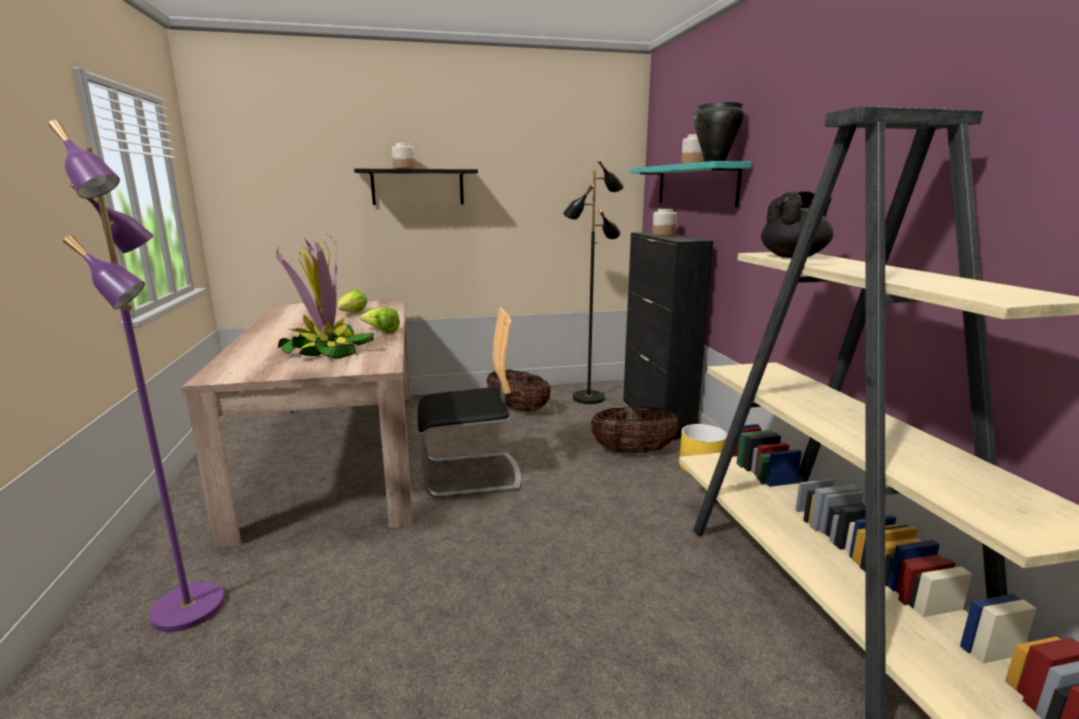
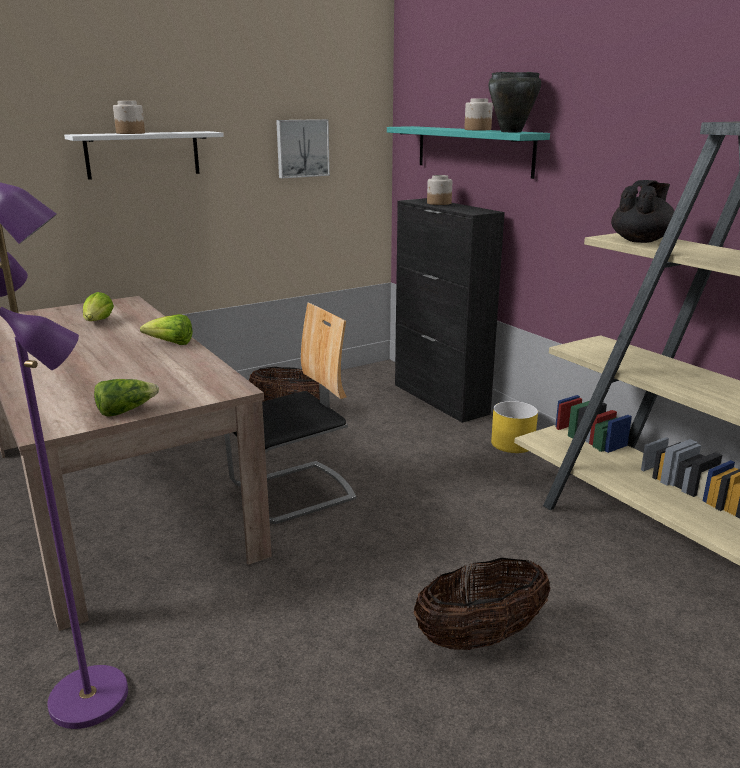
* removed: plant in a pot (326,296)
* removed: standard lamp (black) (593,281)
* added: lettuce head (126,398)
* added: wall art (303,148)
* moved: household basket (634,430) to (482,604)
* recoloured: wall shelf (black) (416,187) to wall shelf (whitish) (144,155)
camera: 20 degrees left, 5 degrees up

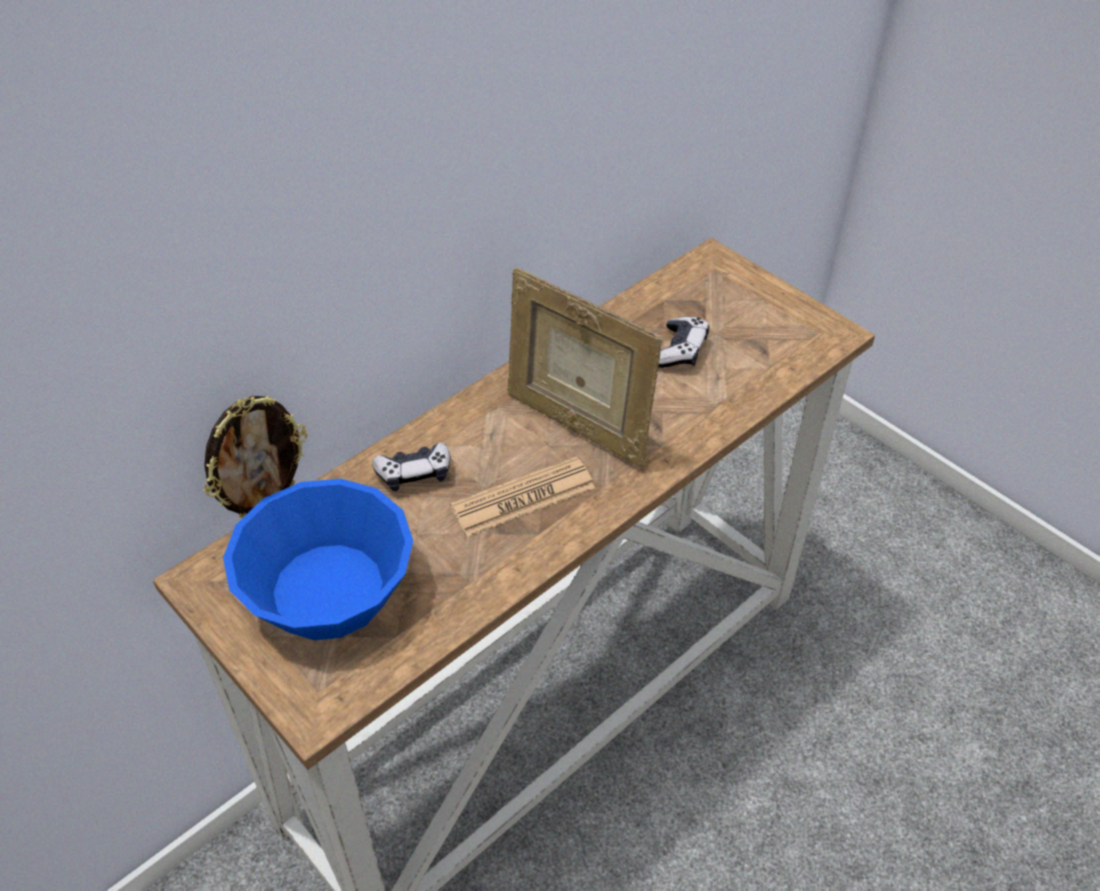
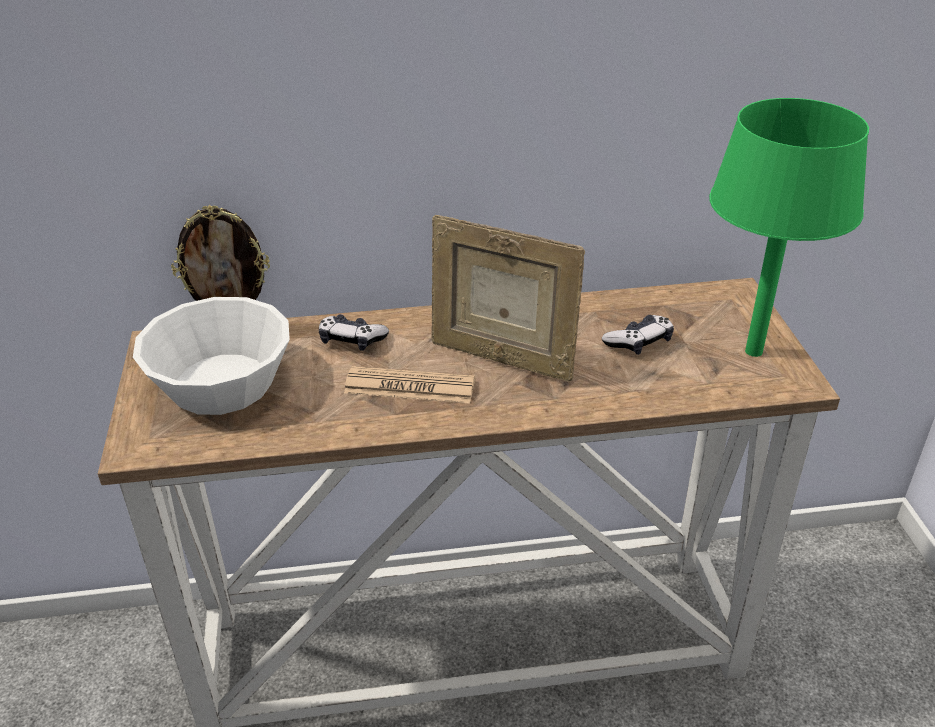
* added: tabletop lamp (green-coloured) (789,227)
* recoloured: bowl (blue) (318,559) to bowl (whitish) (211,356)
* turned: picture frame (585,366) = (508,298) 45 degrees counterclockwise
camera: 35 degrees right, 10 degrees down

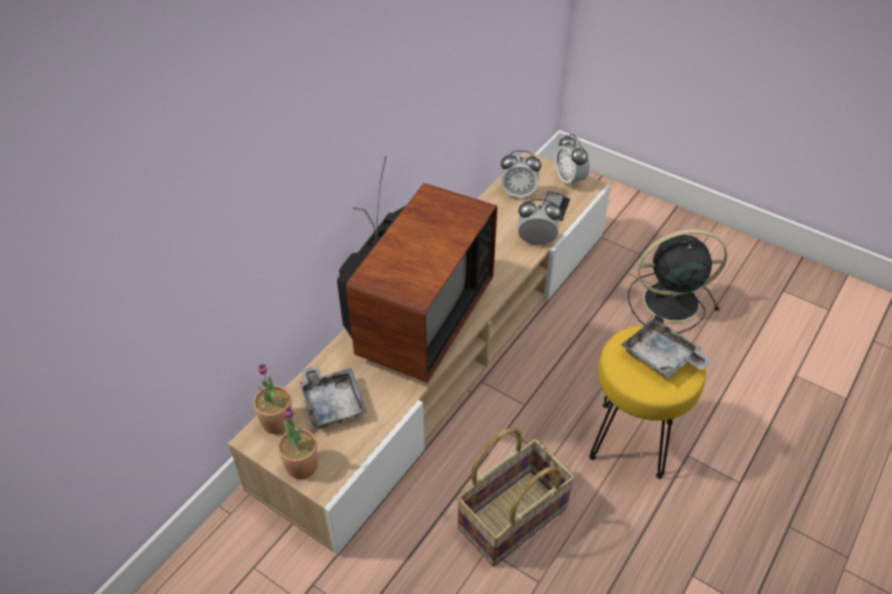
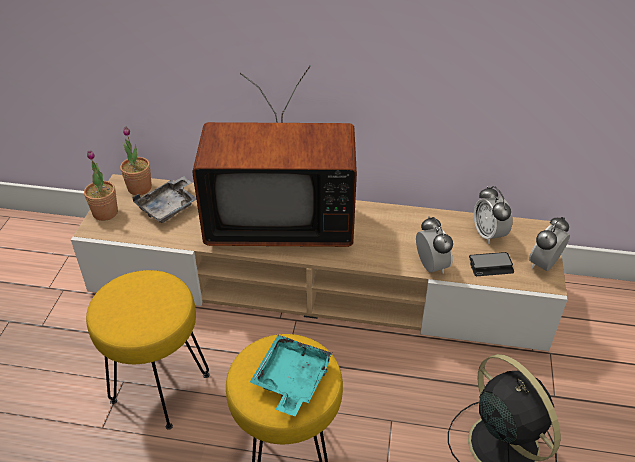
* replaced: household basket (515,497) to sitting stool (yellow) (148,350)
* recoloured: carrying tray (grey) (666,346) to carrying tray (turquoise-coloured) (291,375)
camera: 65 degrees right, 5 degrees down

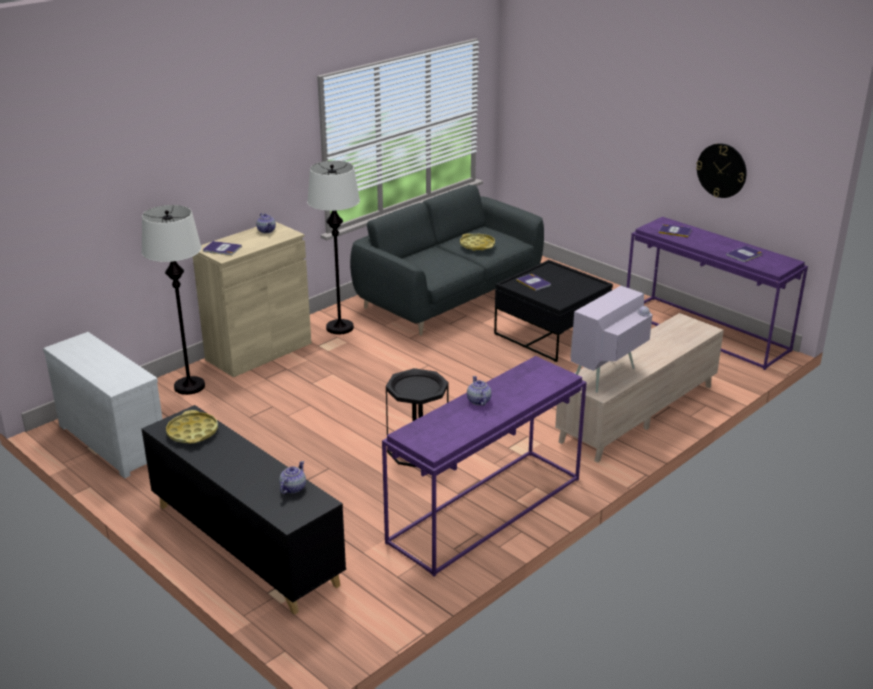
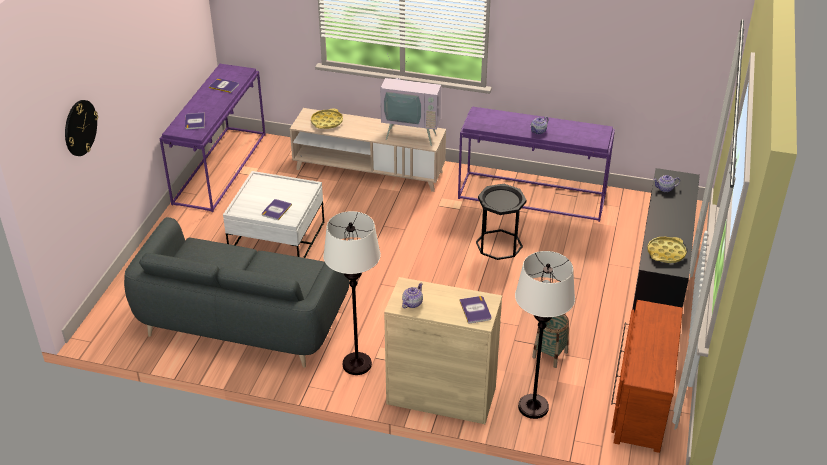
* added: household basket (550,341)
* moved: carrying tray (yellow) (477,242) to (327,118)
* moved: clock on the wall (721,170) to (81,128)
* recoloured: chest of drawers (whitish) (103,405) to chest of drawers (brown-coloured) (647,376)
* recoloured: lounge table (black) (553,311) to lounge table (whitish) (273,214)
camera: 120 degrees left, 10 degrees up

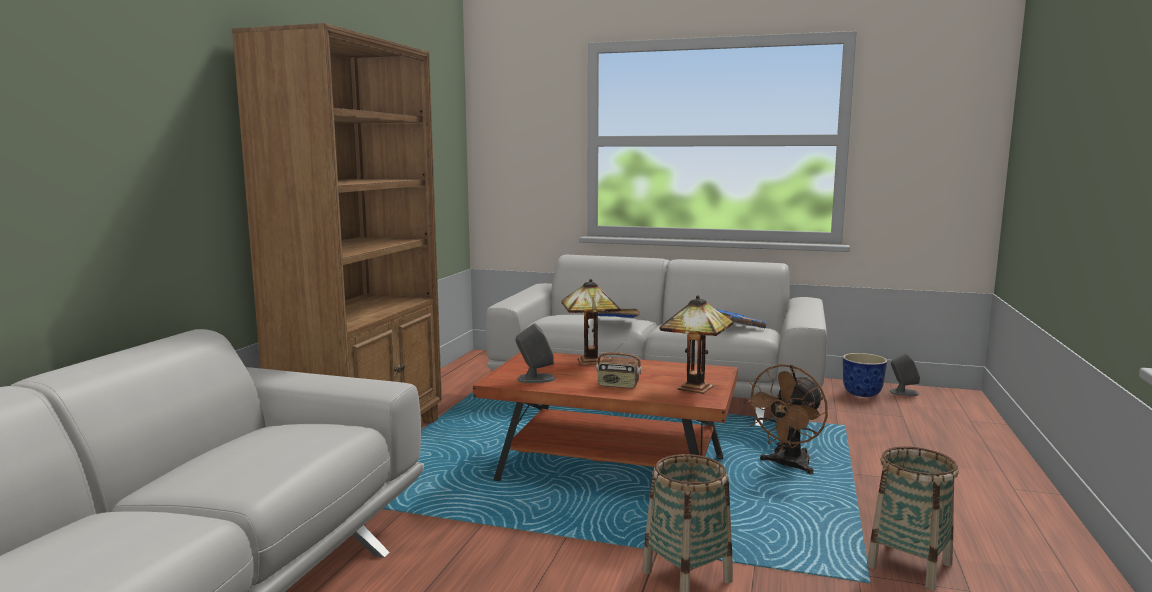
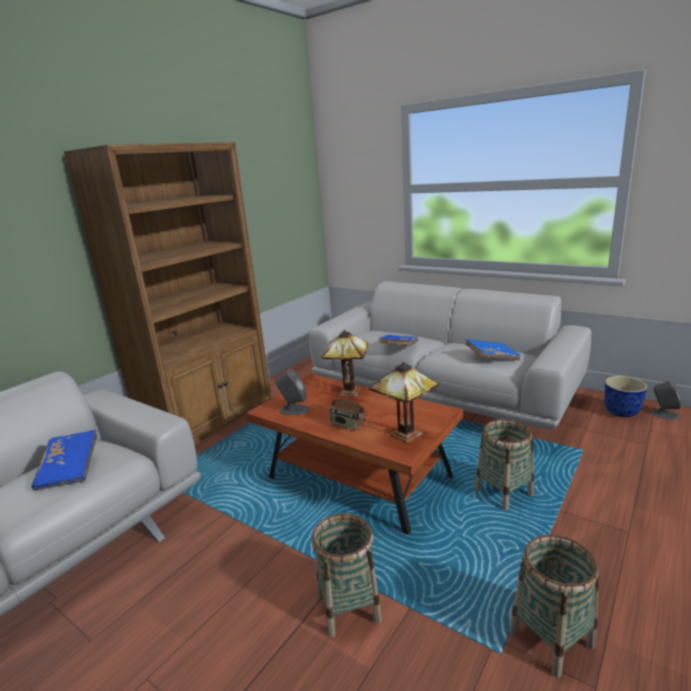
* added: book (blue) (64,460)
* replaced: fan (brown-coloured) (785,419) to household basket (504,465)
camera: 20 degrees right, 10 degrees up

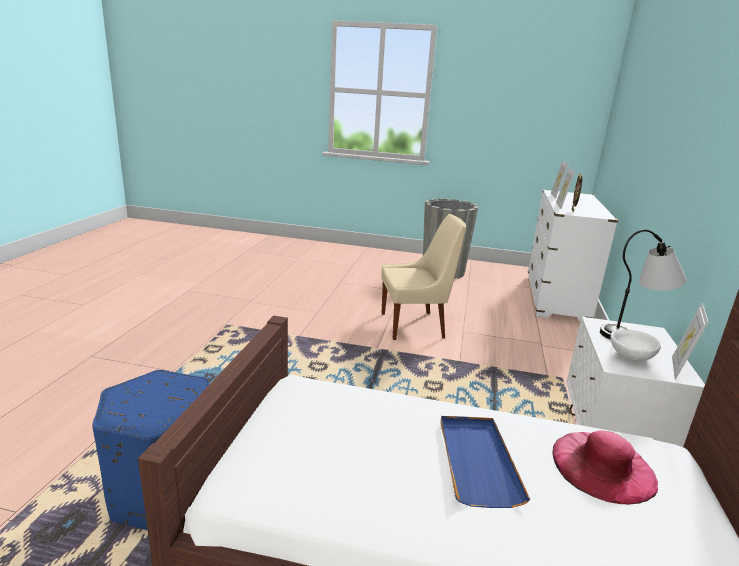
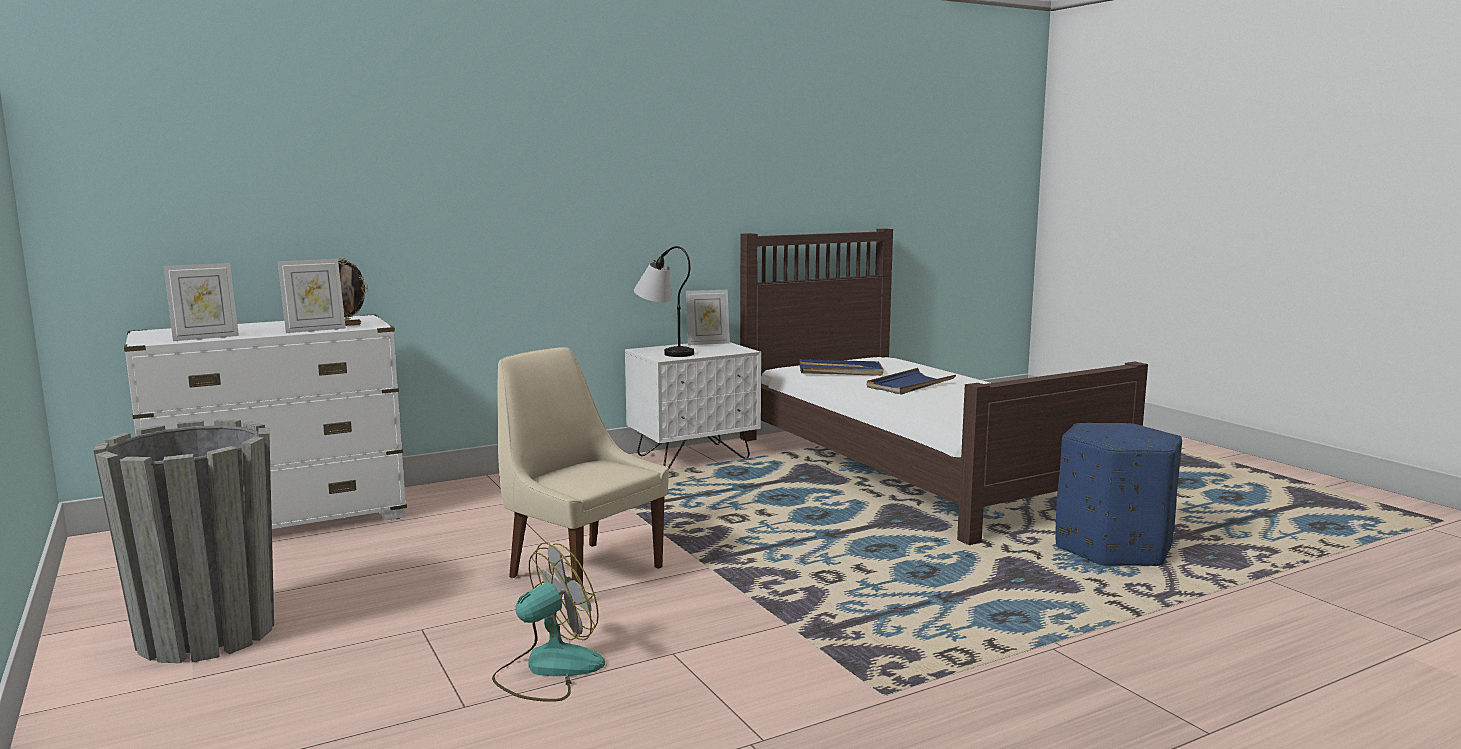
* removed: bowl (whitish) (635,345)
* added: fan (548,622)
* replaced: wearable hat (pink-coloured) (605,467) to carrying tray (blue) (841,367)
camera: 130 degrees left, 10 degrees down

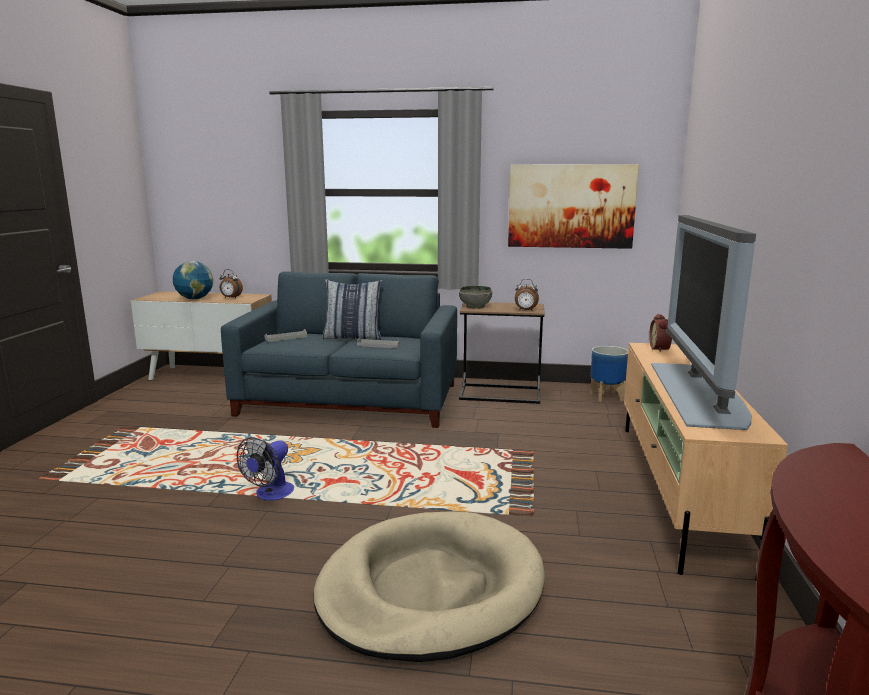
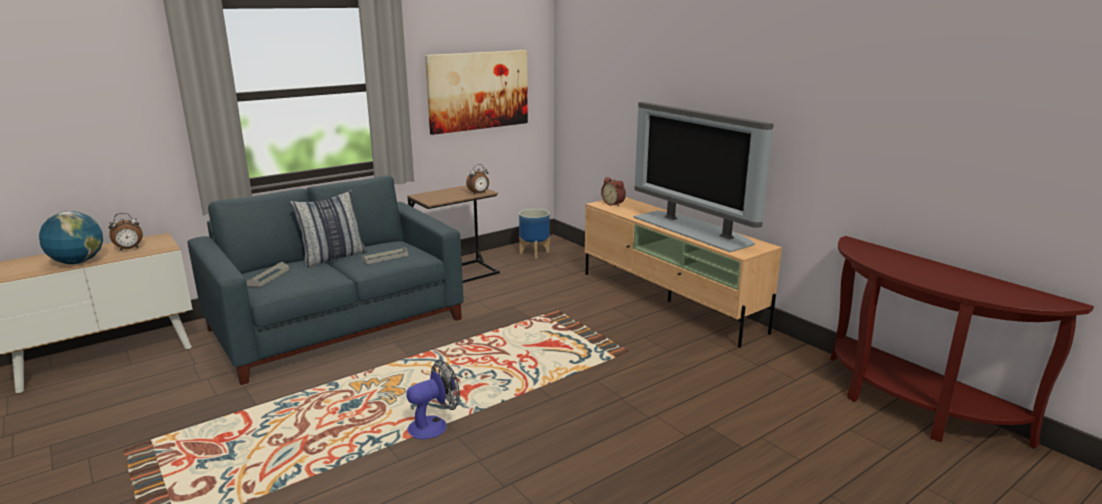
* removed: pet bed (sand-coloured) (429,587)
* removed: bowl (grey) (475,297)
* turned: fan (265,469) = (433,399) 105 degrees counterclockwise
camera: 45 degrees left, 5 degrees up

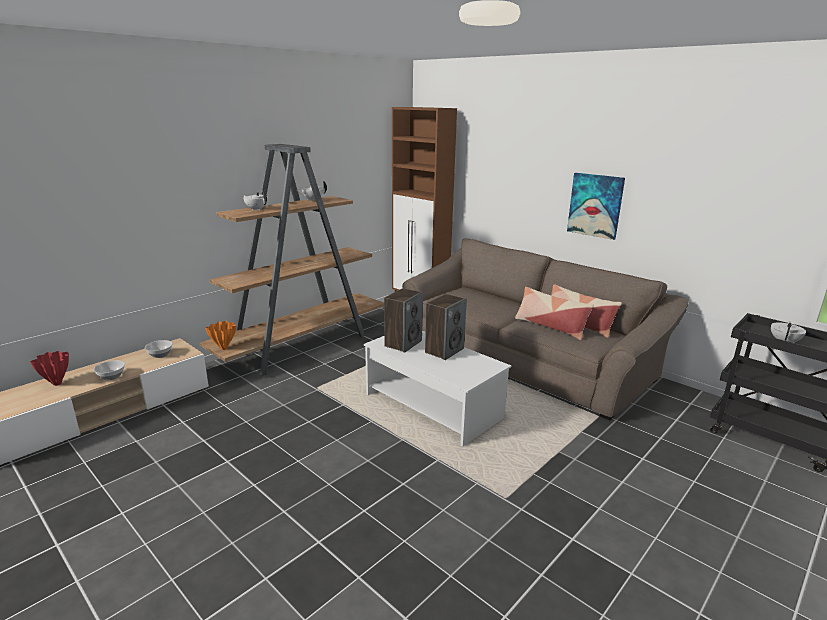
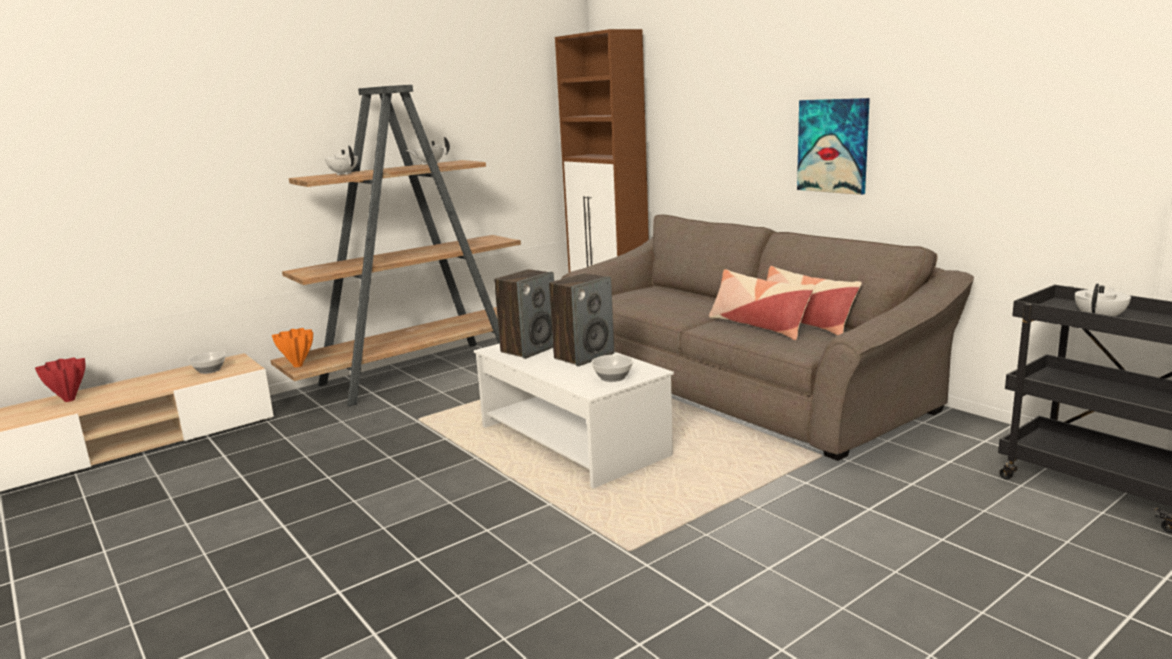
* moved: bowl (109,370) to (612,368)
camera: 10 degrees right, 5 degrees down

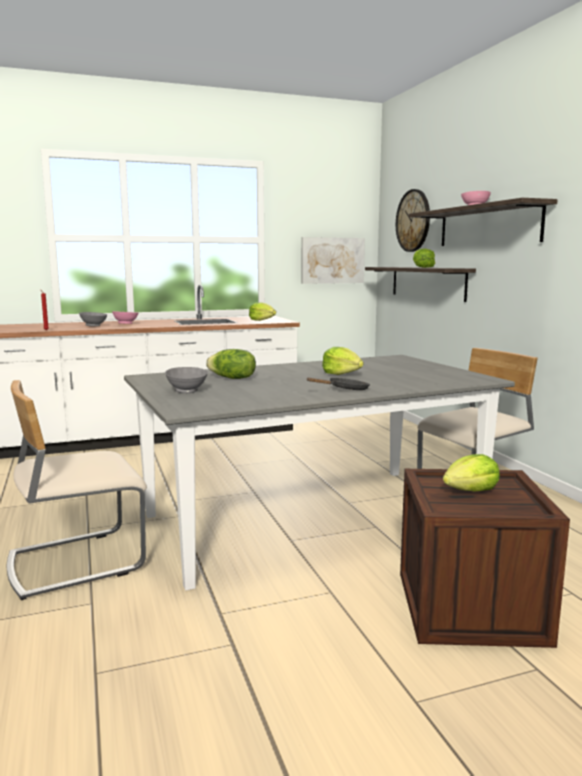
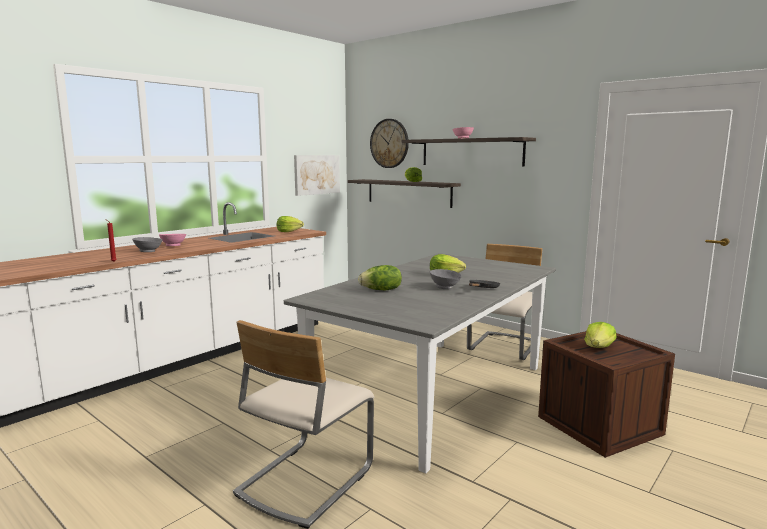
* moved: bowl (grey) (186,380) to (446,279)
camera: 30 degrees left, 0 degrees up

